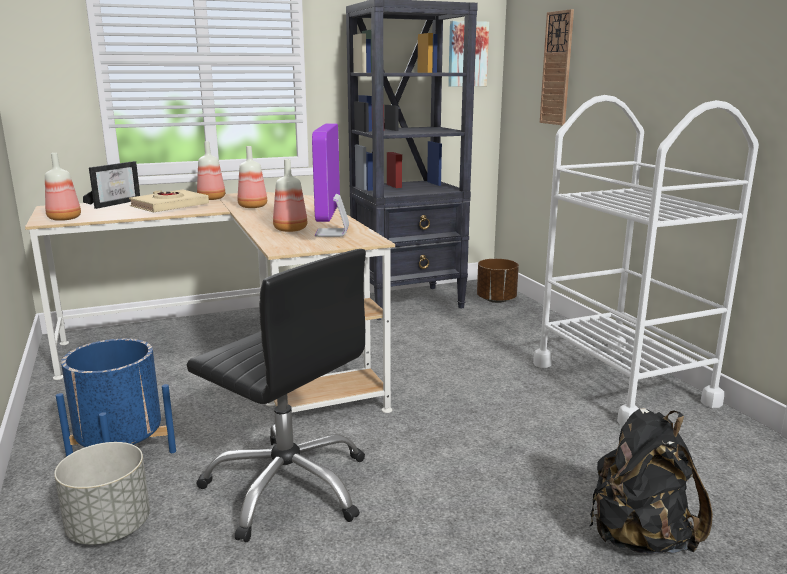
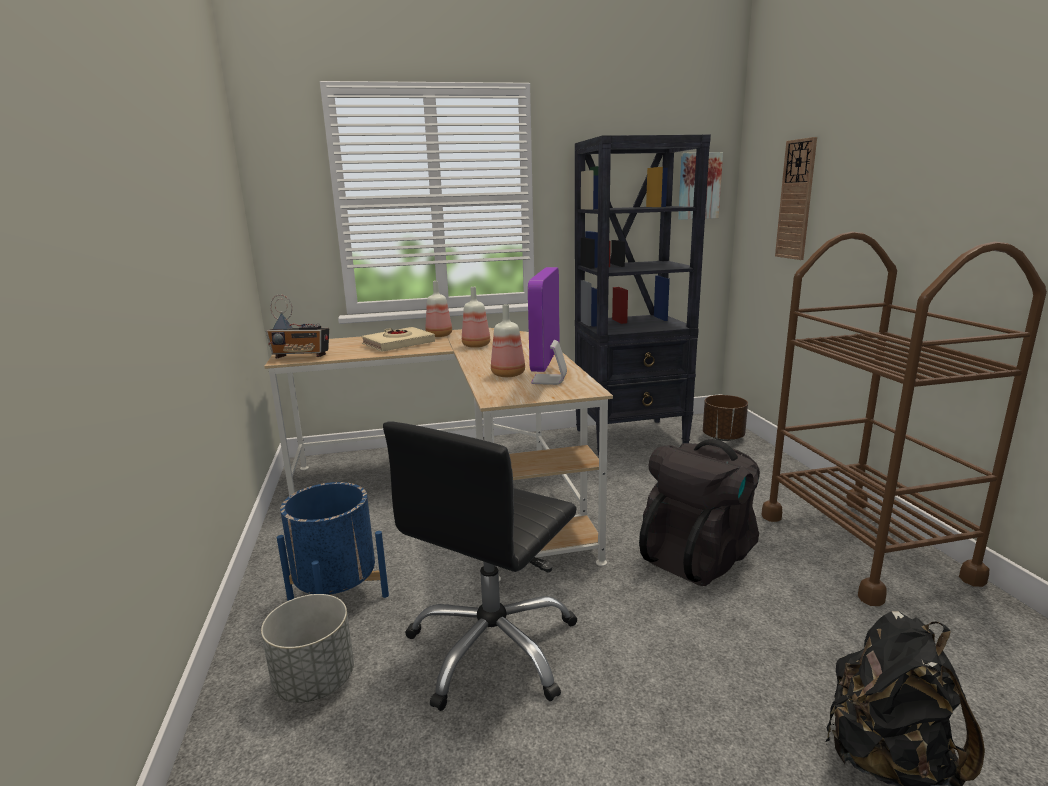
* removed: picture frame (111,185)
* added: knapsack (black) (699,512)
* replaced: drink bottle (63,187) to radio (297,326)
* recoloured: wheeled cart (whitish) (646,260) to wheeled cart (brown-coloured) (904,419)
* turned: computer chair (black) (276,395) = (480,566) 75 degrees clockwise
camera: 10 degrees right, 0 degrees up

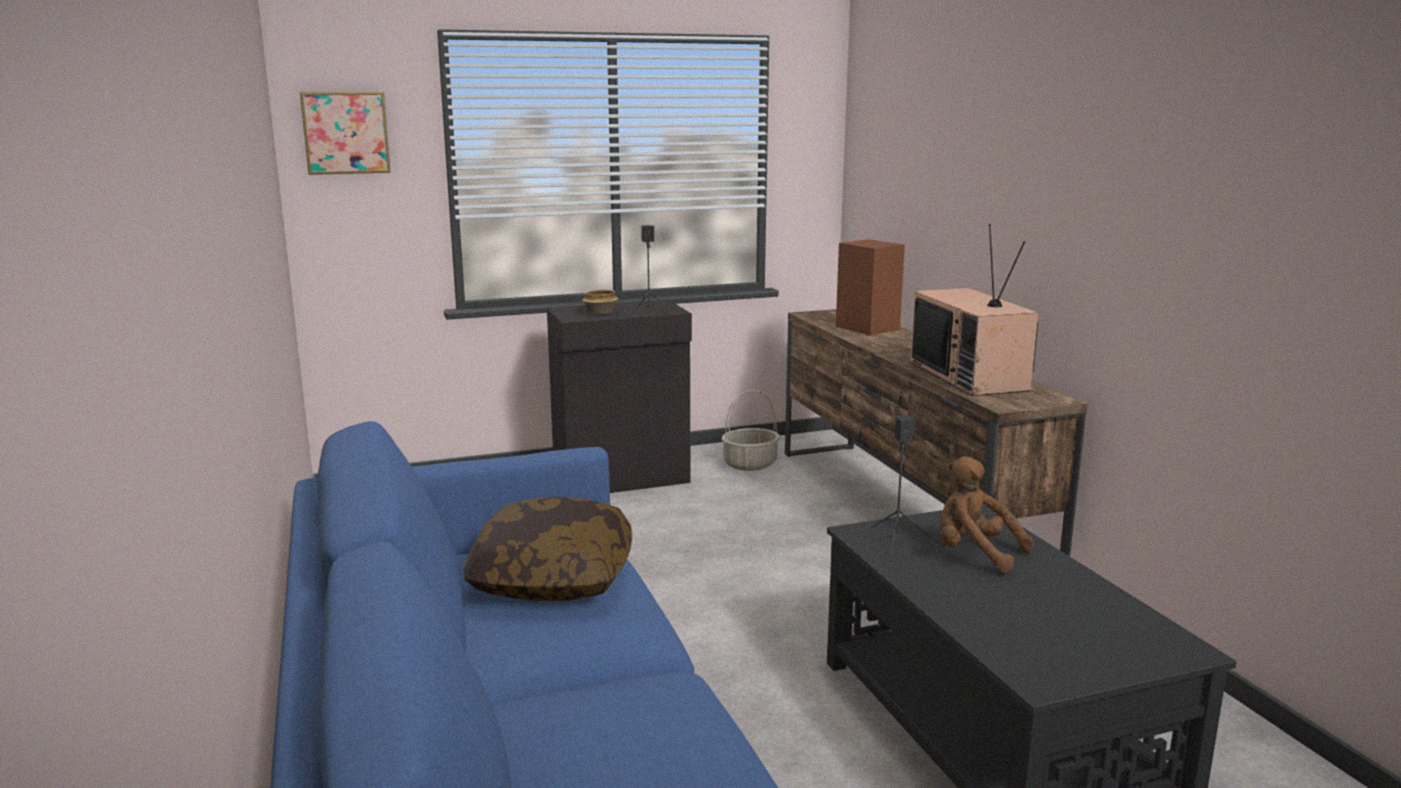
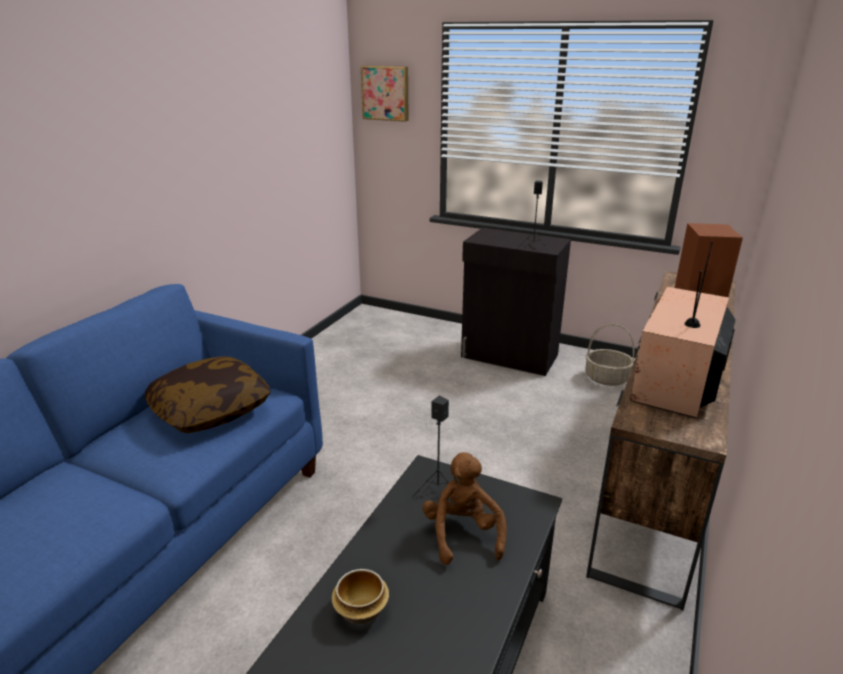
* moved: bowl (600,302) to (360,596)
camera: 45 degrees right, 10 degrees up

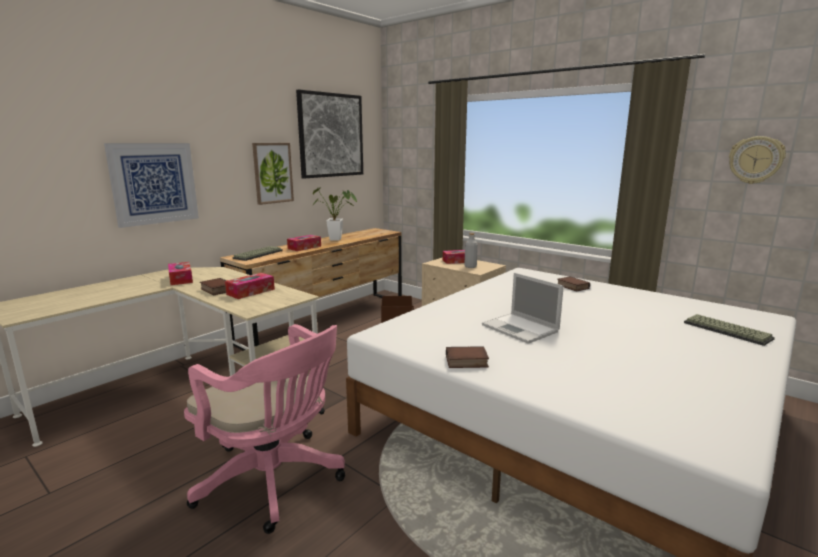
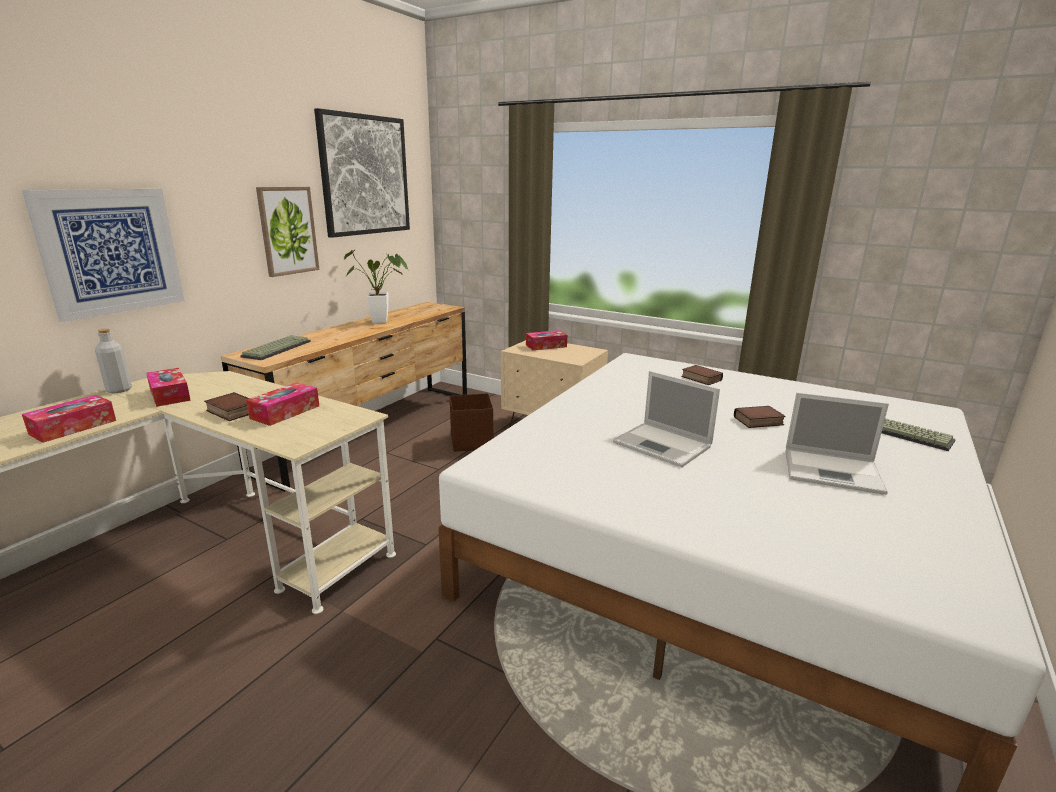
* removed: computer chair (pink-coloured) (264,429)
* removed: clock on the wall (757,160)
* added: portable computer (837,443)
* moved: tissue holder (304,243) to (69,419)
* moved: book (467,357) to (760,417)
* moved: drink bottle (grey) (471,250) to (113,361)
camera: 10 degrees left, 5 degrees up

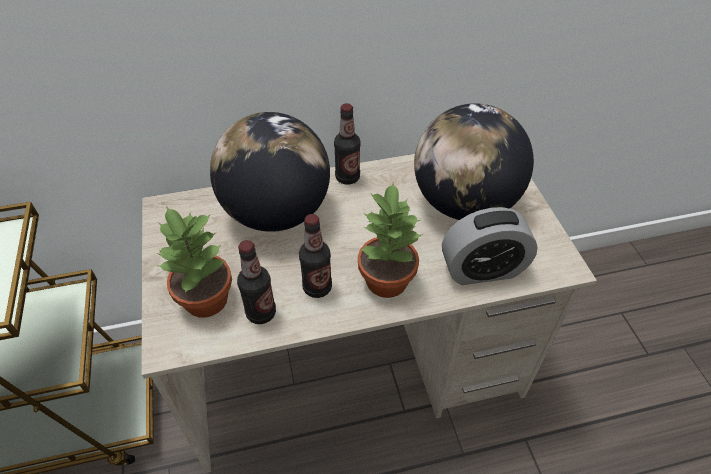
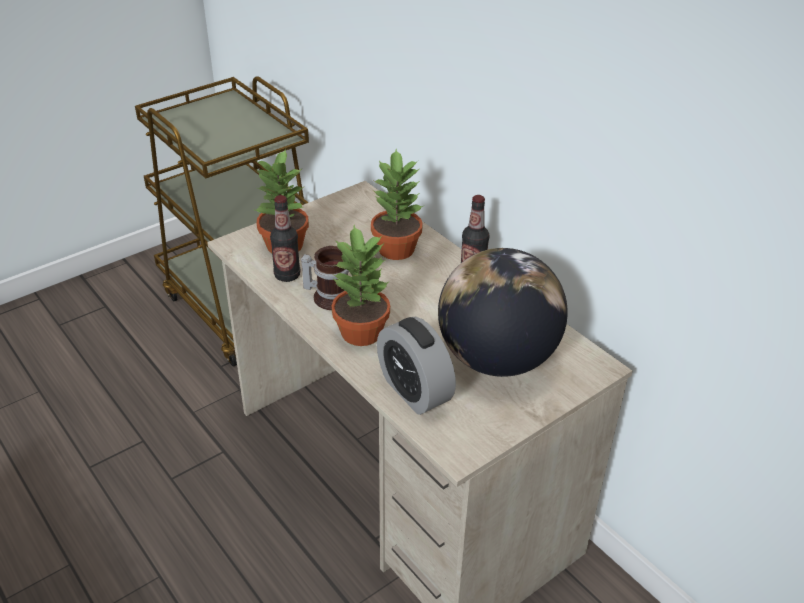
* replaced: globe (270,172) to plant in a pot (397,204)
* replaced: drink bottle (315,256) to mug (325,278)
camera: 65 degrees right, 10 degrees down

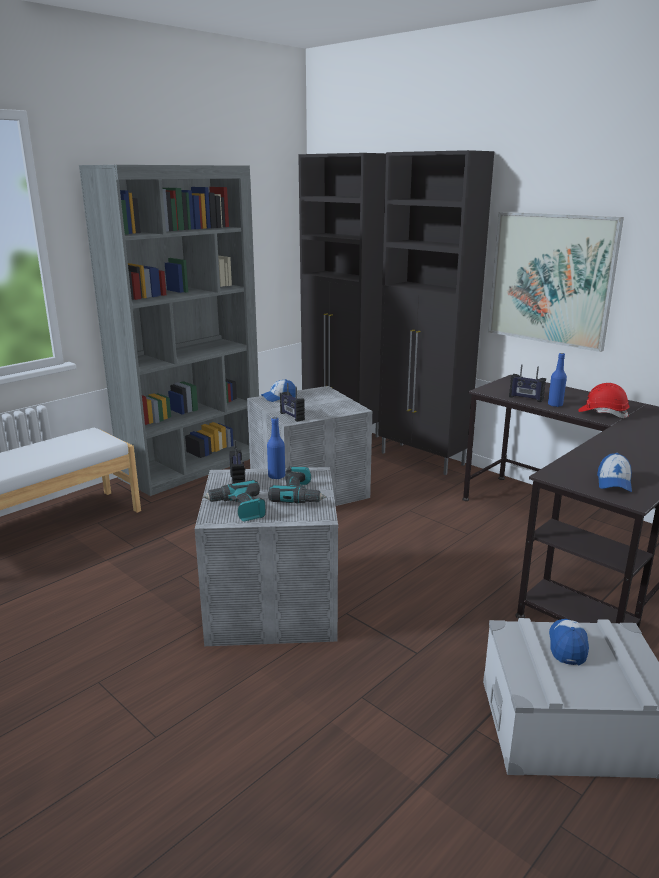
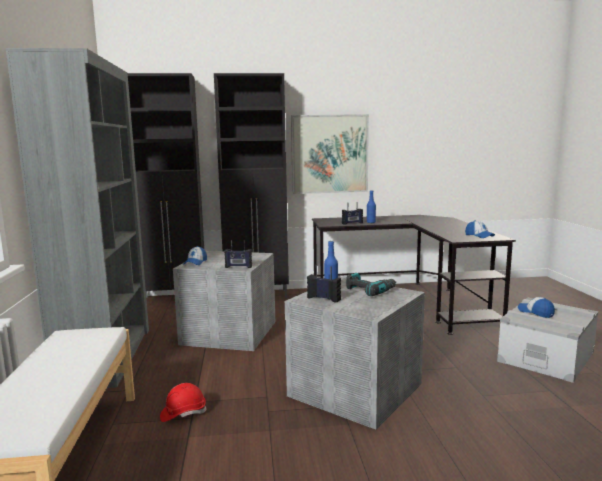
* removed: power drill (234,500)
* moved: hard hat (red-coloured) (604,400) to (183,402)
camera: 50 degrees left, 10 degrees down

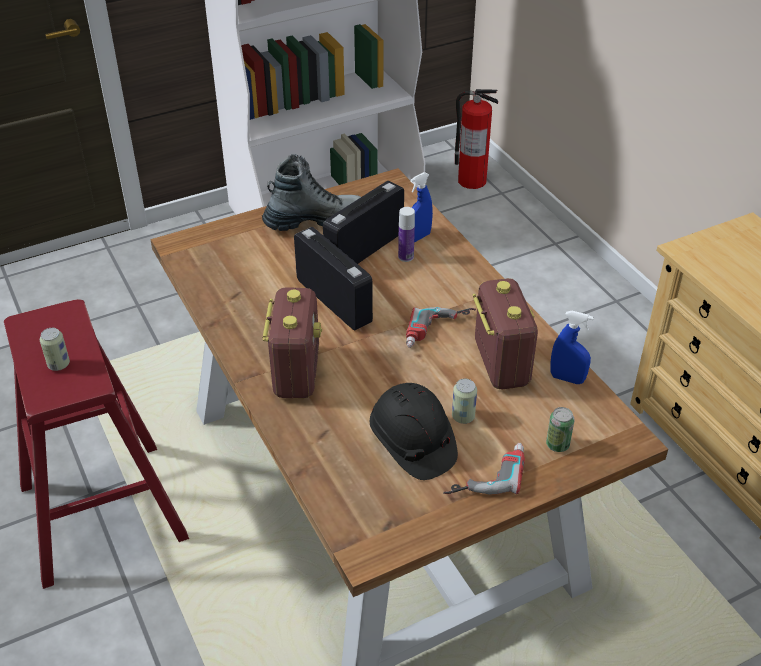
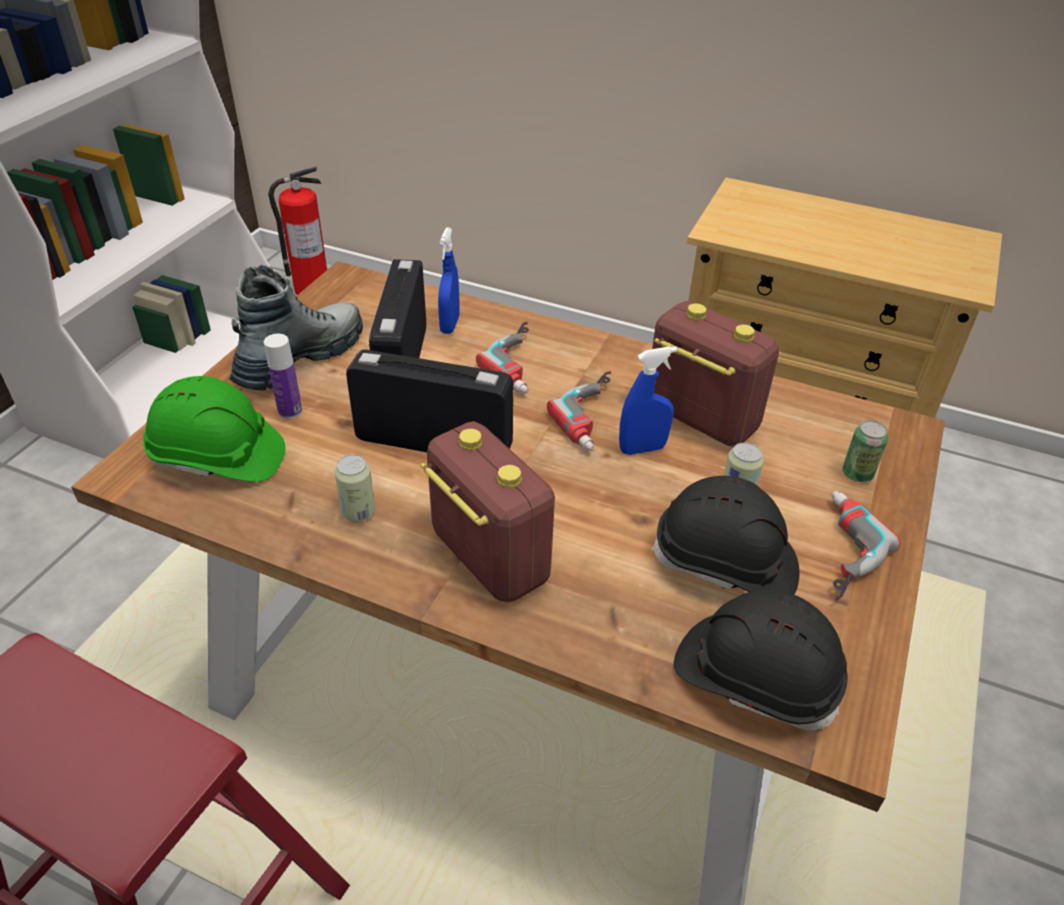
* added: hard hat (green-coloured) (214,429)
* added: power drill (502,357)
* added: hard hat (black) (761,660)
* moved: can (55,349) to (355,488)
* moved: drink bottle (406,234) to (283,376)
* moved: spray bottle (blue) (572,347) to (648,400)
camera: 40 degrees left, 0 degrees up

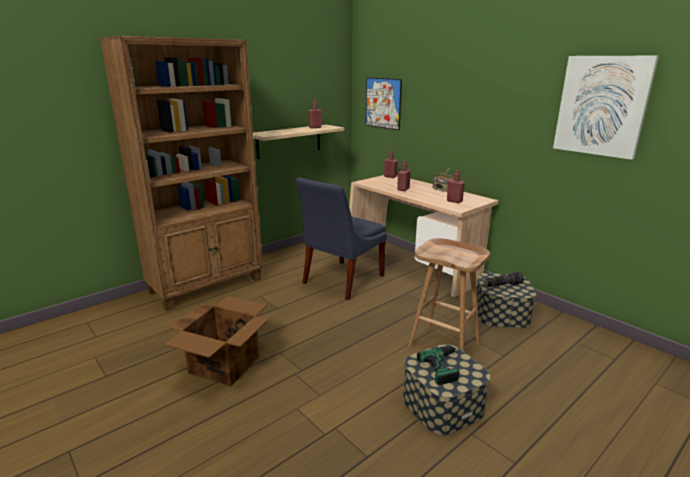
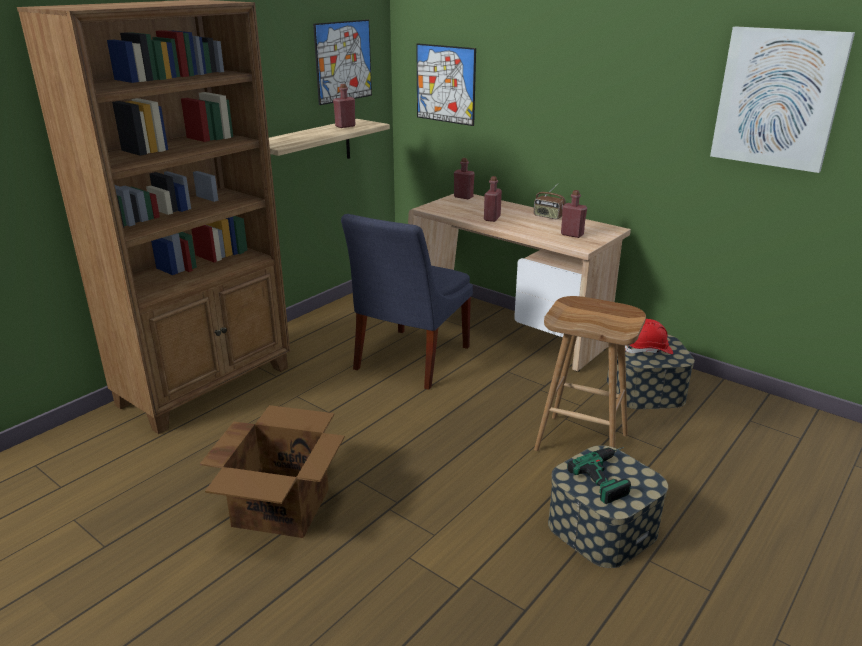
* added: wall art (342,62)
* replaced: flashlight (504,279) to hard hat (red-coloured) (649,336)
camera: 10 degrees left, 5 degrees up

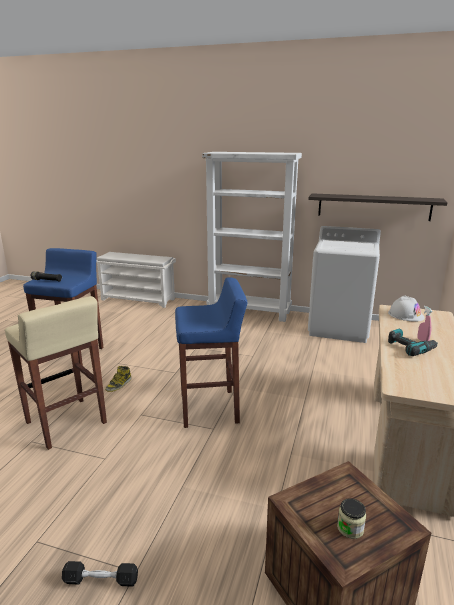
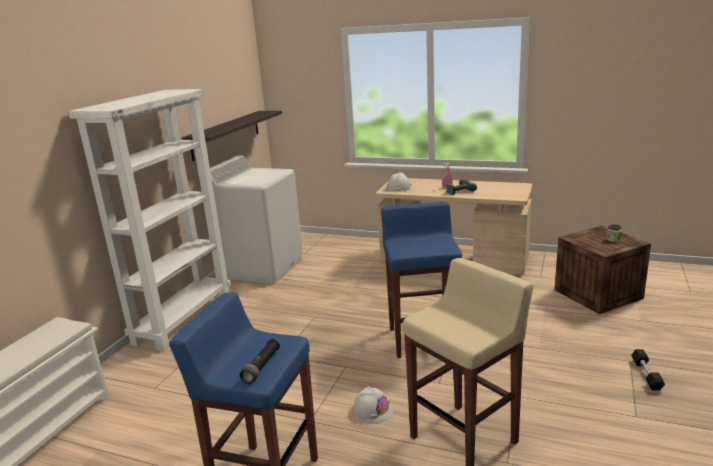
* replaced: tall boot (118,379) to hard hat (whitish) (373,404)
camera: 85 degrees left, 0 degrees up

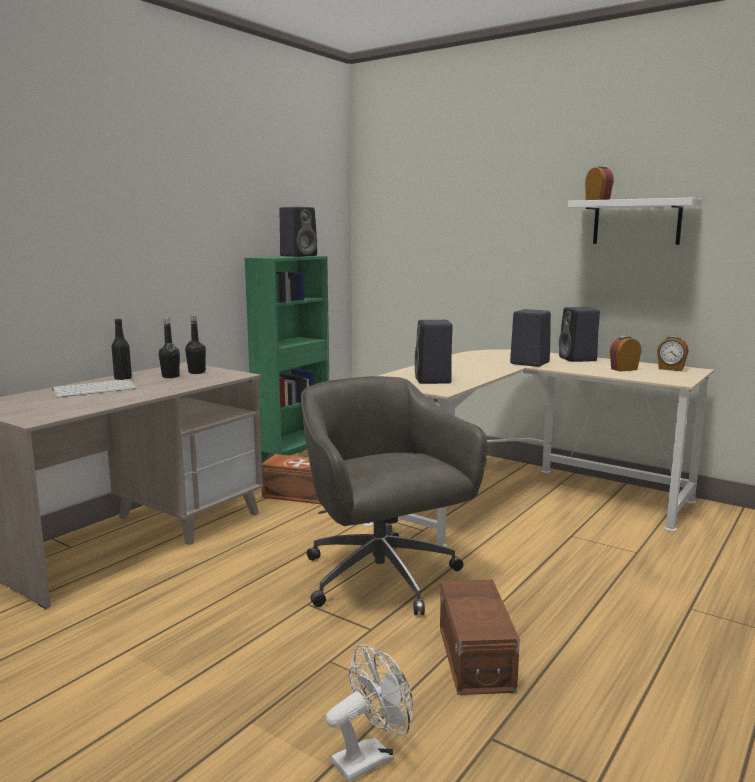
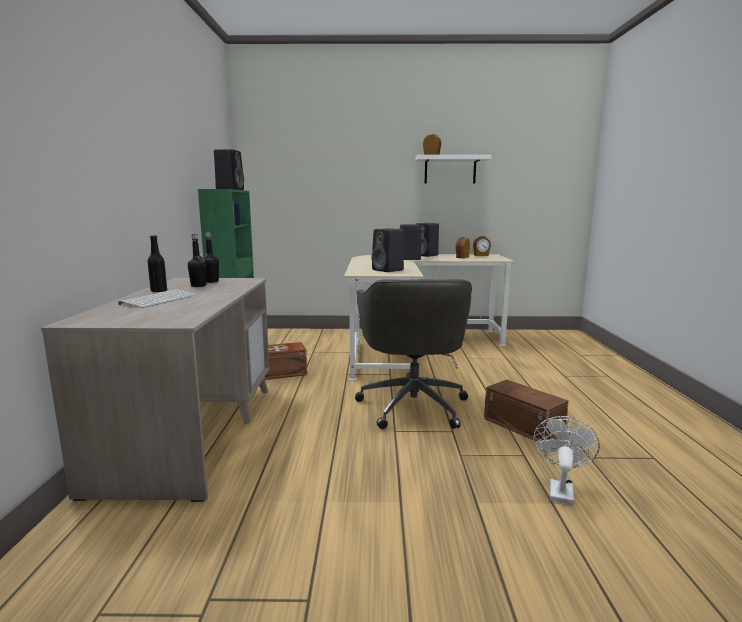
* turned: computer chair (grey) (394,495) = (413,354) 120 degrees counterclockwise
camera: 35 degrees left, 0 degrees up

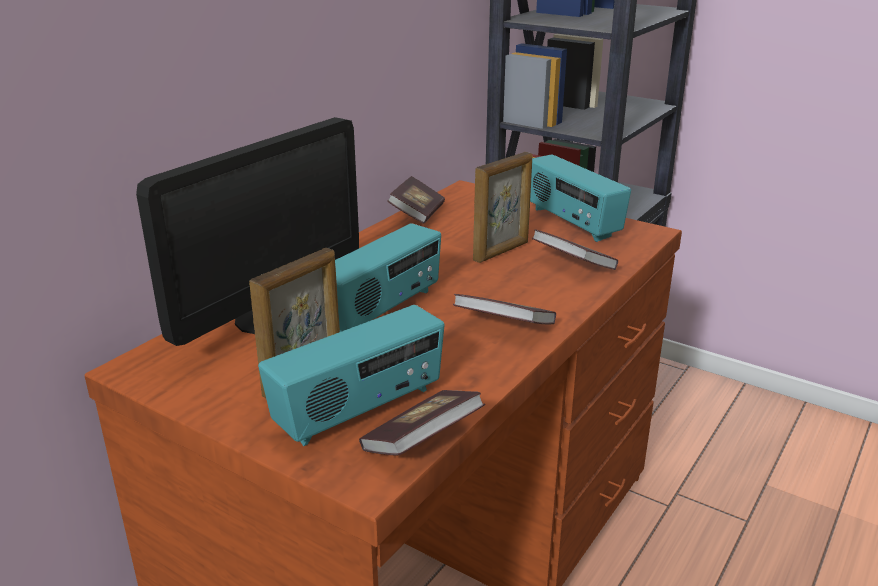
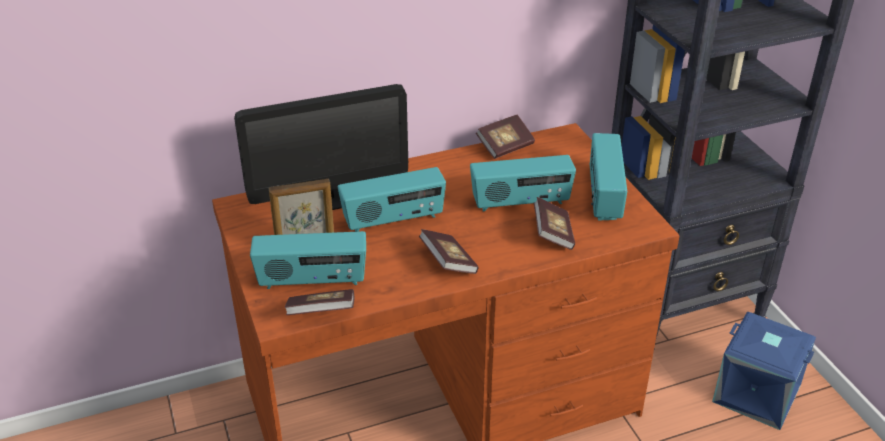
* added: storage container (blue) (764,371)
* replaced: picture frame (502,207) to radio (523,183)
camera: 35 degrees right, 10 degrees up

